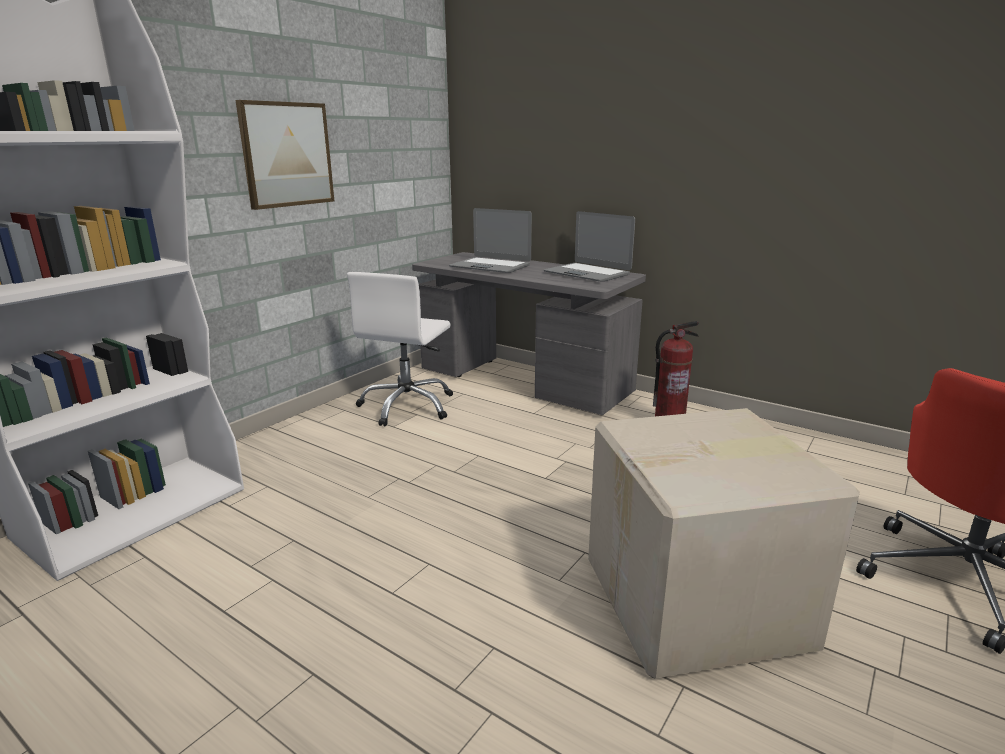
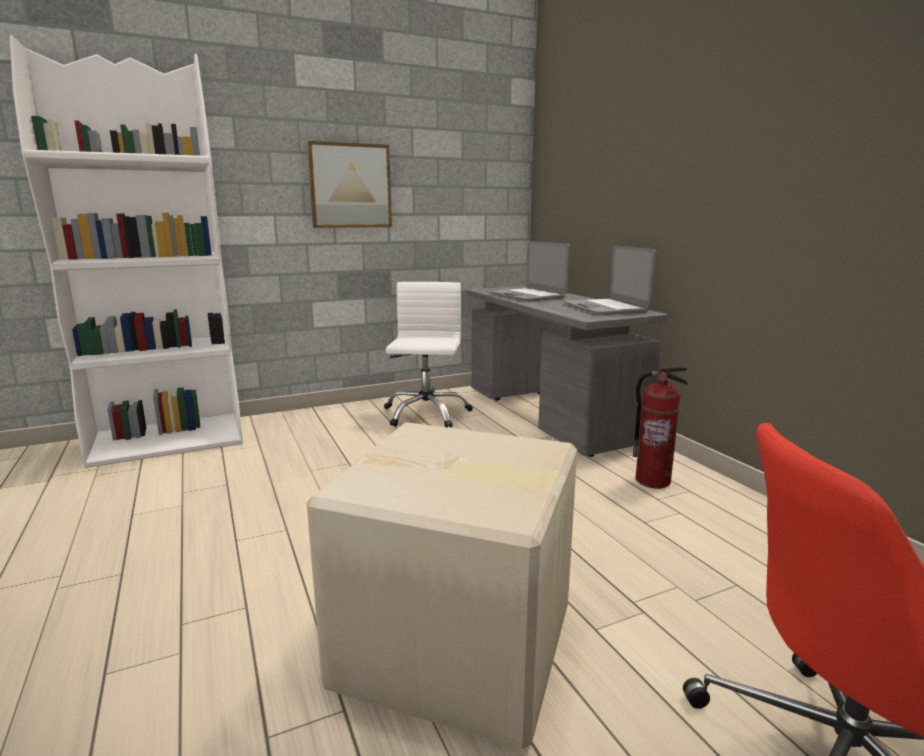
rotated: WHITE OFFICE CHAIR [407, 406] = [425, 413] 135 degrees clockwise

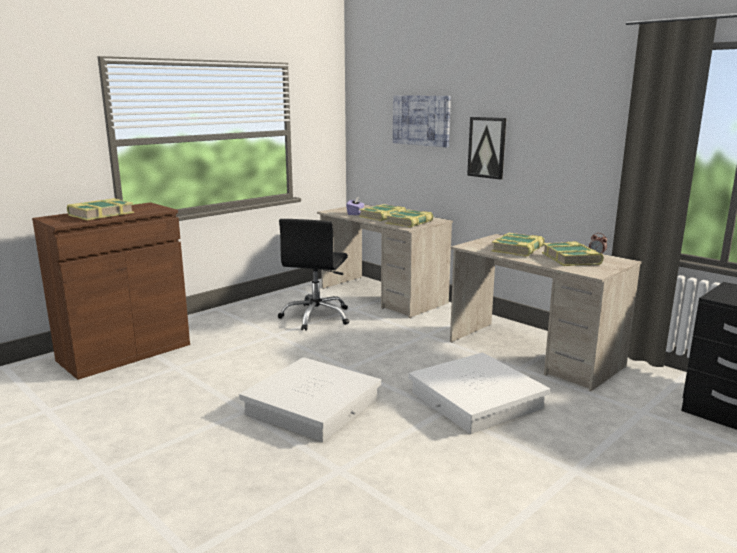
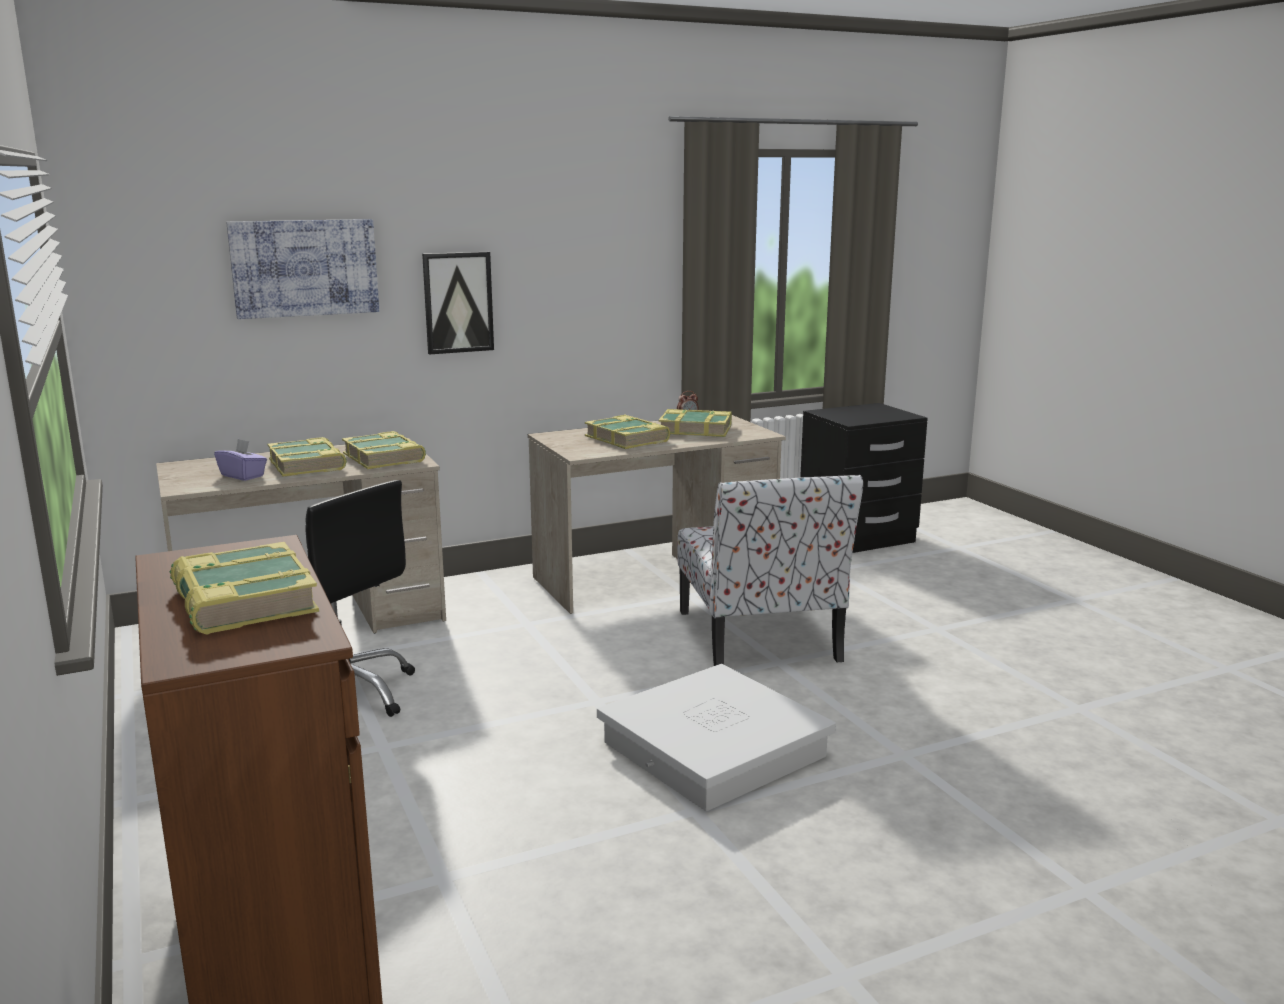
swapped: WHITE STORAGE BOX [475, 400] to CHAIR [759, 638]

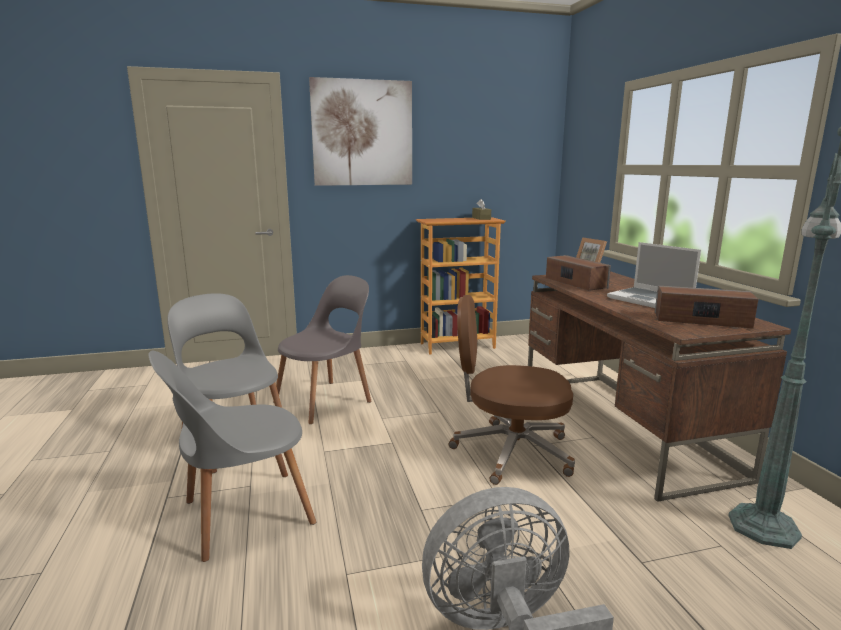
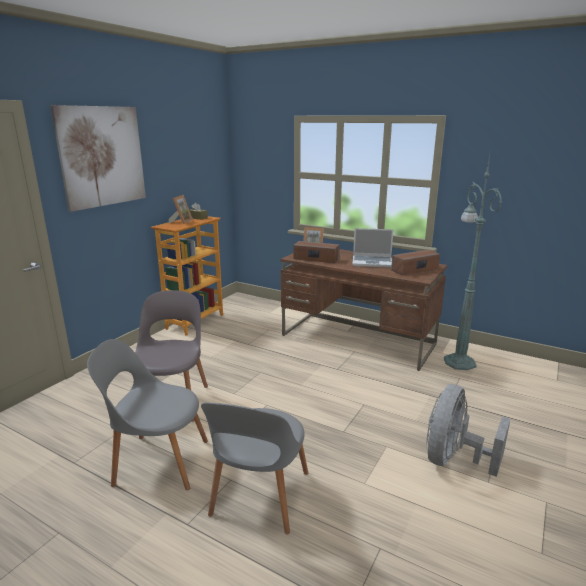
gone: BROWN OFFICE CHAIR [510, 452]
new: PICTURE FRAME [181, 222]

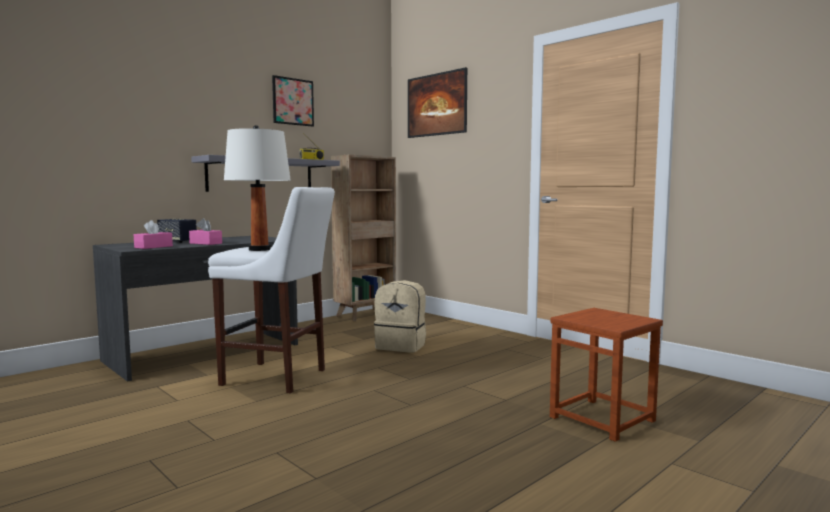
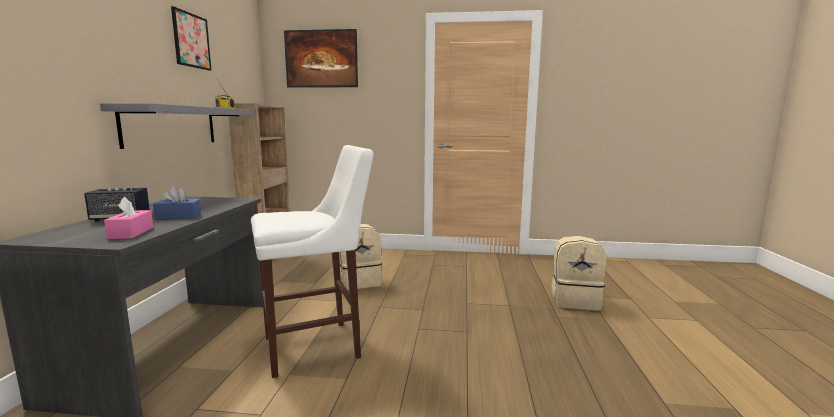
gone: WHITE TABLE LAMP [260, 249]
swapped: BROWN STOOL [602, 419] to BEIGE BACKPACK [575, 300]
repainted: PINK TISSUE BOX [205, 243] to BLUE TISSUE BOX [178, 216]

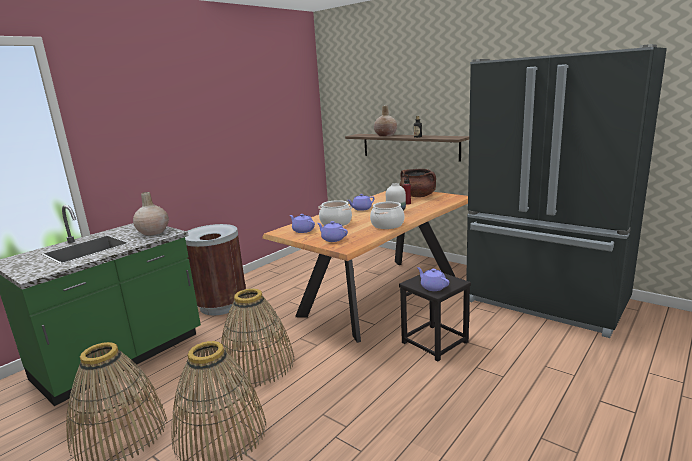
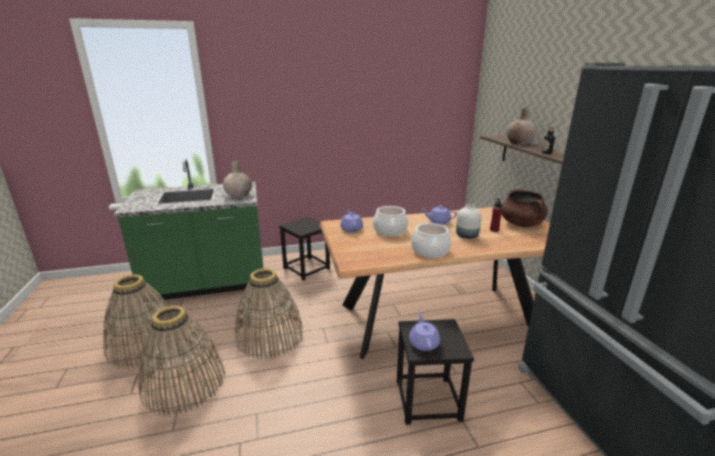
gone: PURPLE TEAPOT [333, 239]
swapped: BROWN TRASH CAN [221, 305] to BLACK STOOL [306, 268]

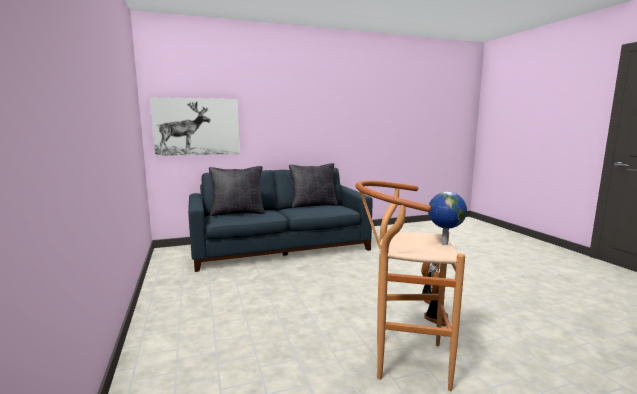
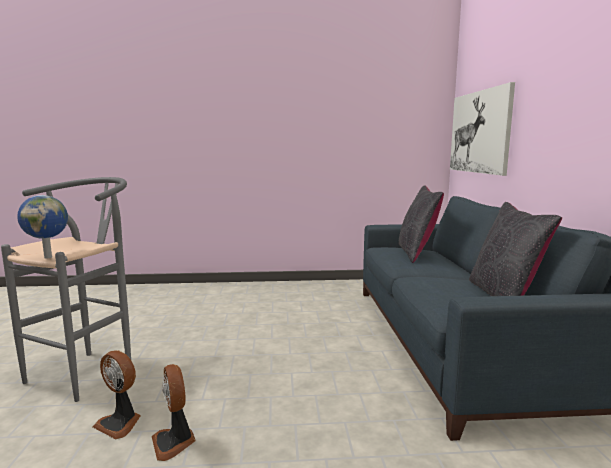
repainted: BROWN STOOL [402, 361] to GREY STOOL [89, 370]

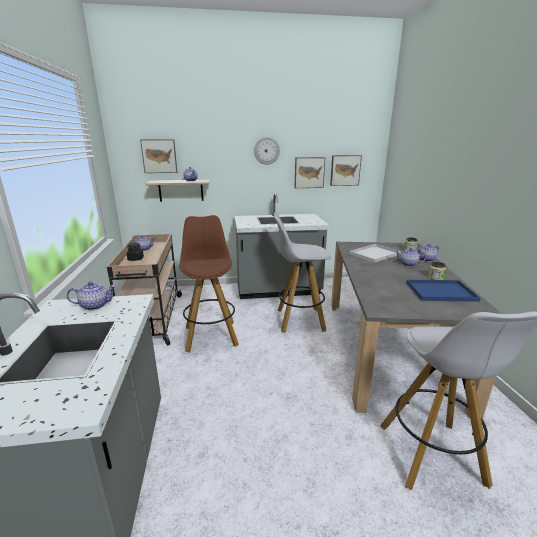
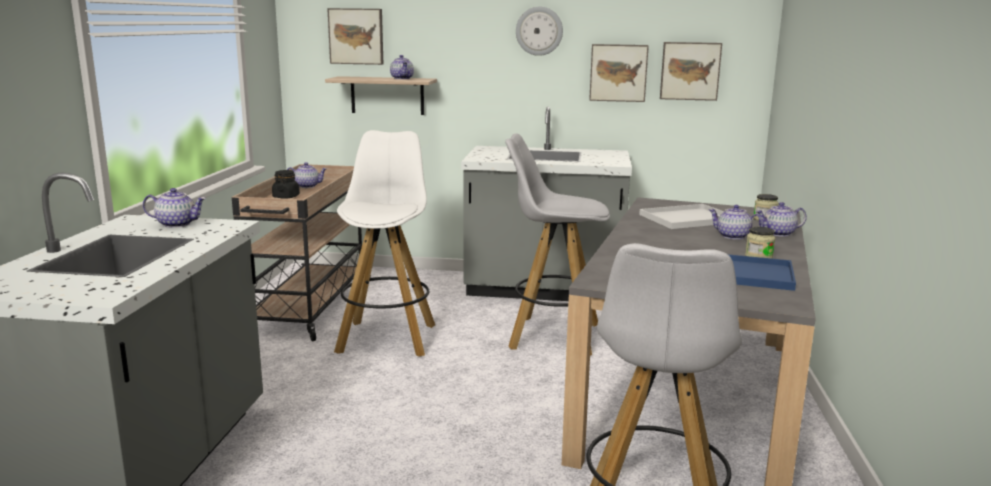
repainted: BROWN STOOL [211, 335] to WHITE STOOL [387, 338]

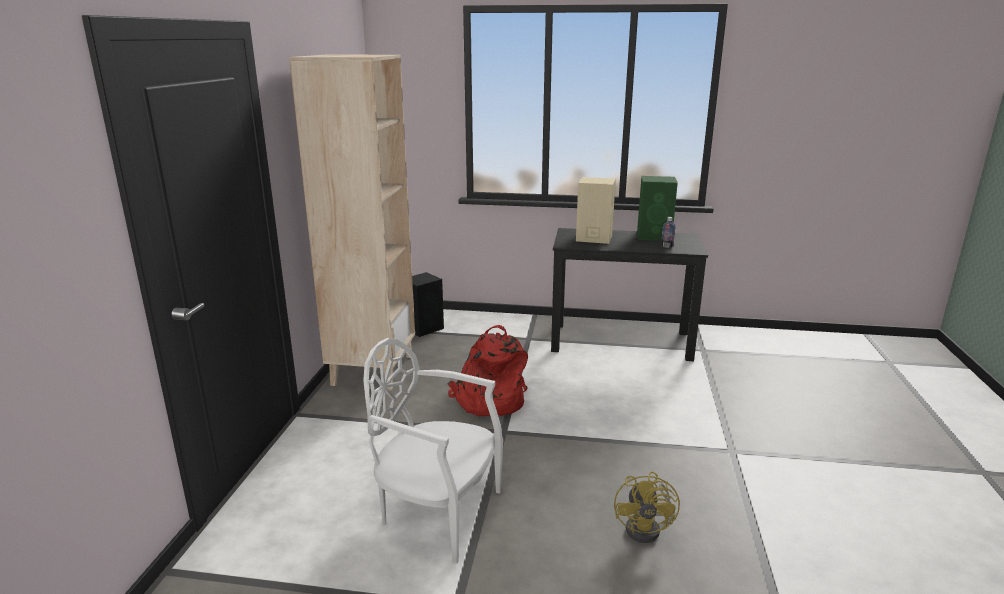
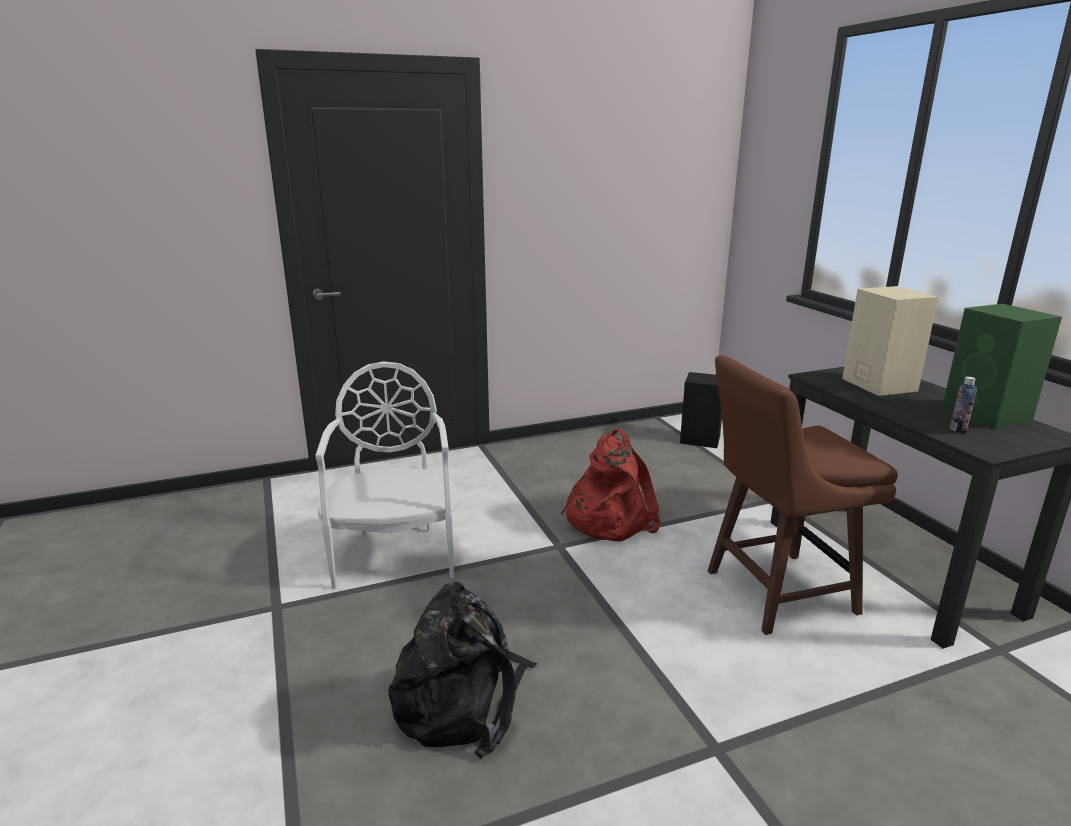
gone: BEIGE BOOKCASE [372, 369]
new: BROWN STOOL [776, 592]
swapped: YELLOW FAN [648, 528] to BLACK BACKPACK [463, 701]

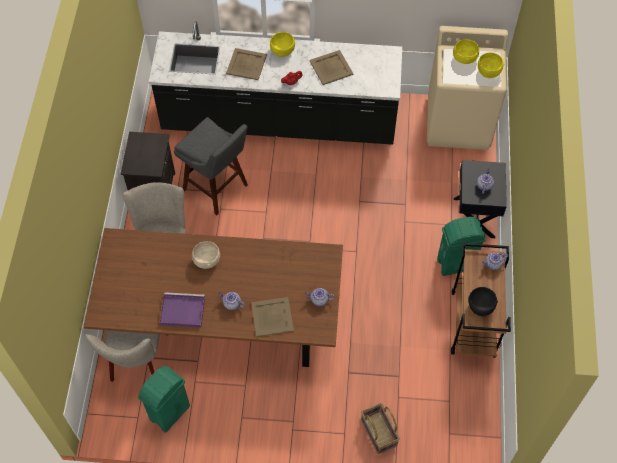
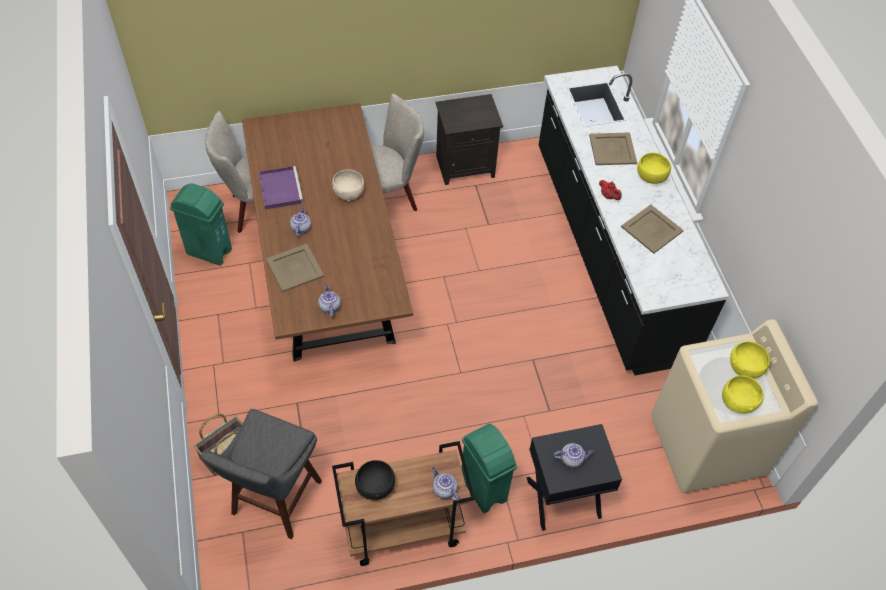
shifted: GREY STOOL [217, 189] to [274, 501]

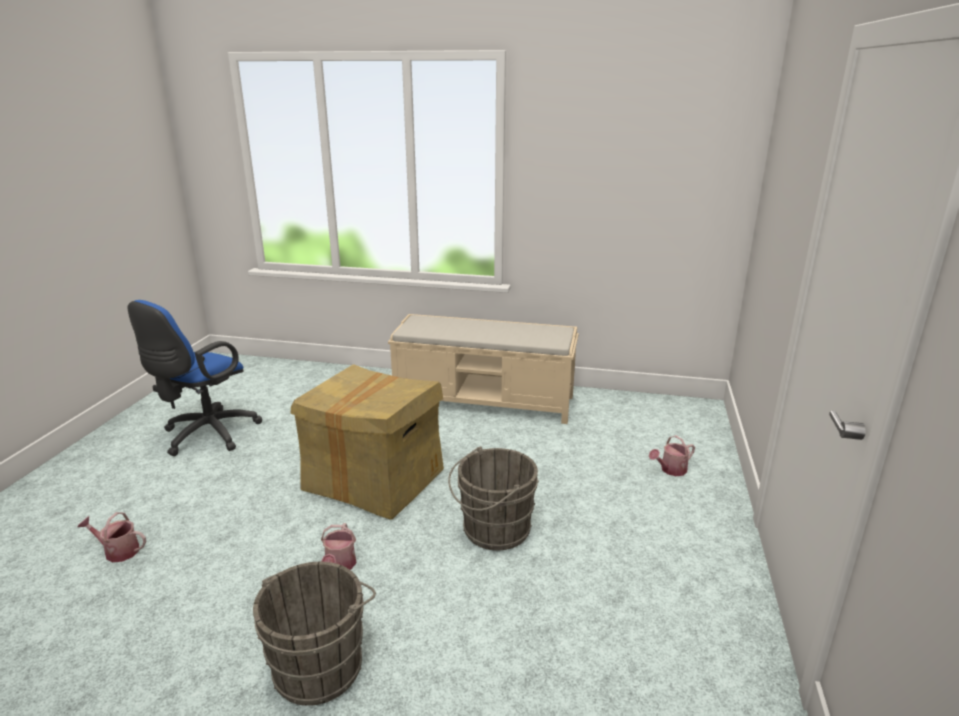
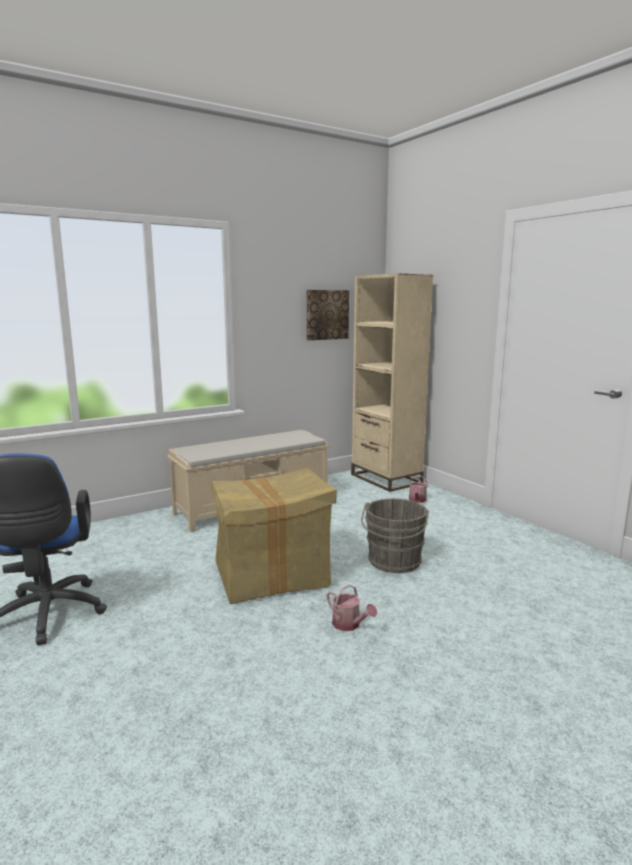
gone: WATERING CAN [118, 551]; GREY BUCKET [321, 664]
new: PICTURE [326, 314]; BEIGE BOOKCASE [386, 479]

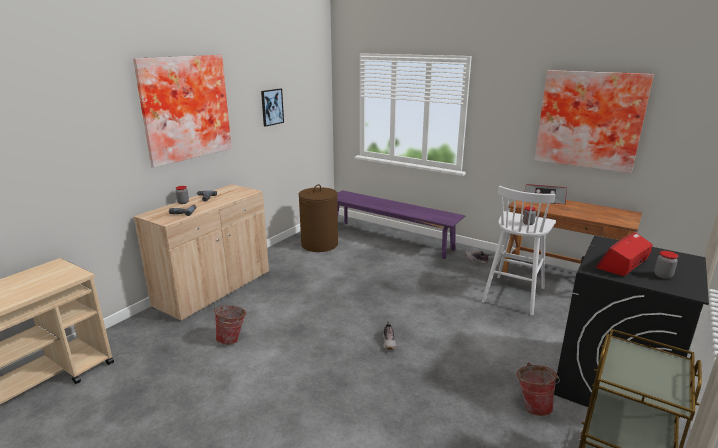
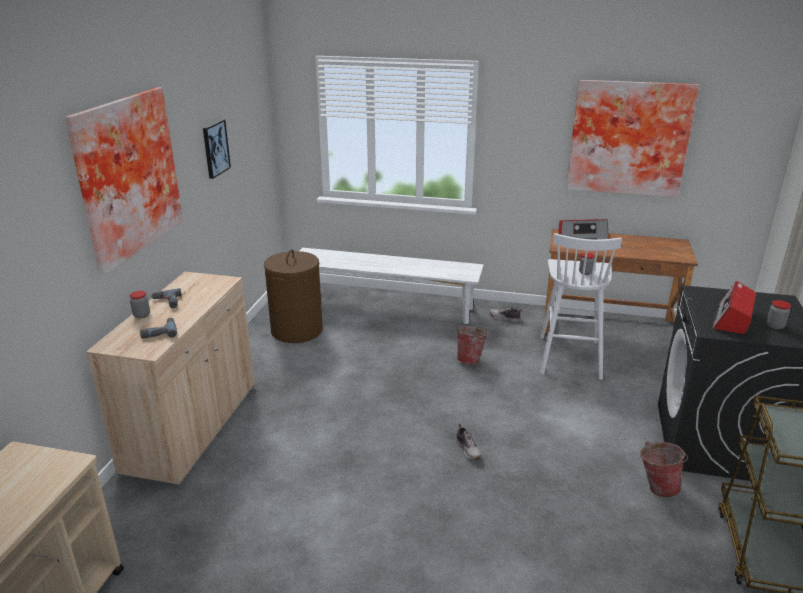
shifted: BUCKET [233, 339] to [471, 360]
repainted: PURPLE BENCH [390, 239] to WHITE BENCH [386, 306]

